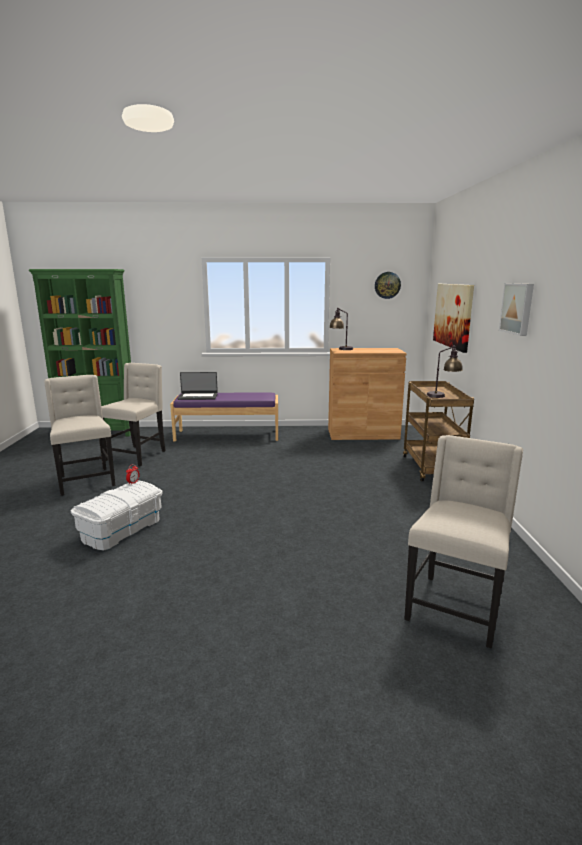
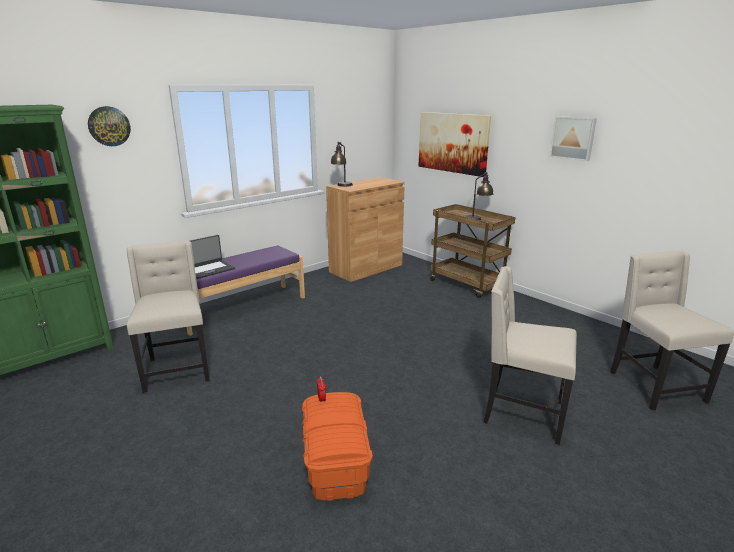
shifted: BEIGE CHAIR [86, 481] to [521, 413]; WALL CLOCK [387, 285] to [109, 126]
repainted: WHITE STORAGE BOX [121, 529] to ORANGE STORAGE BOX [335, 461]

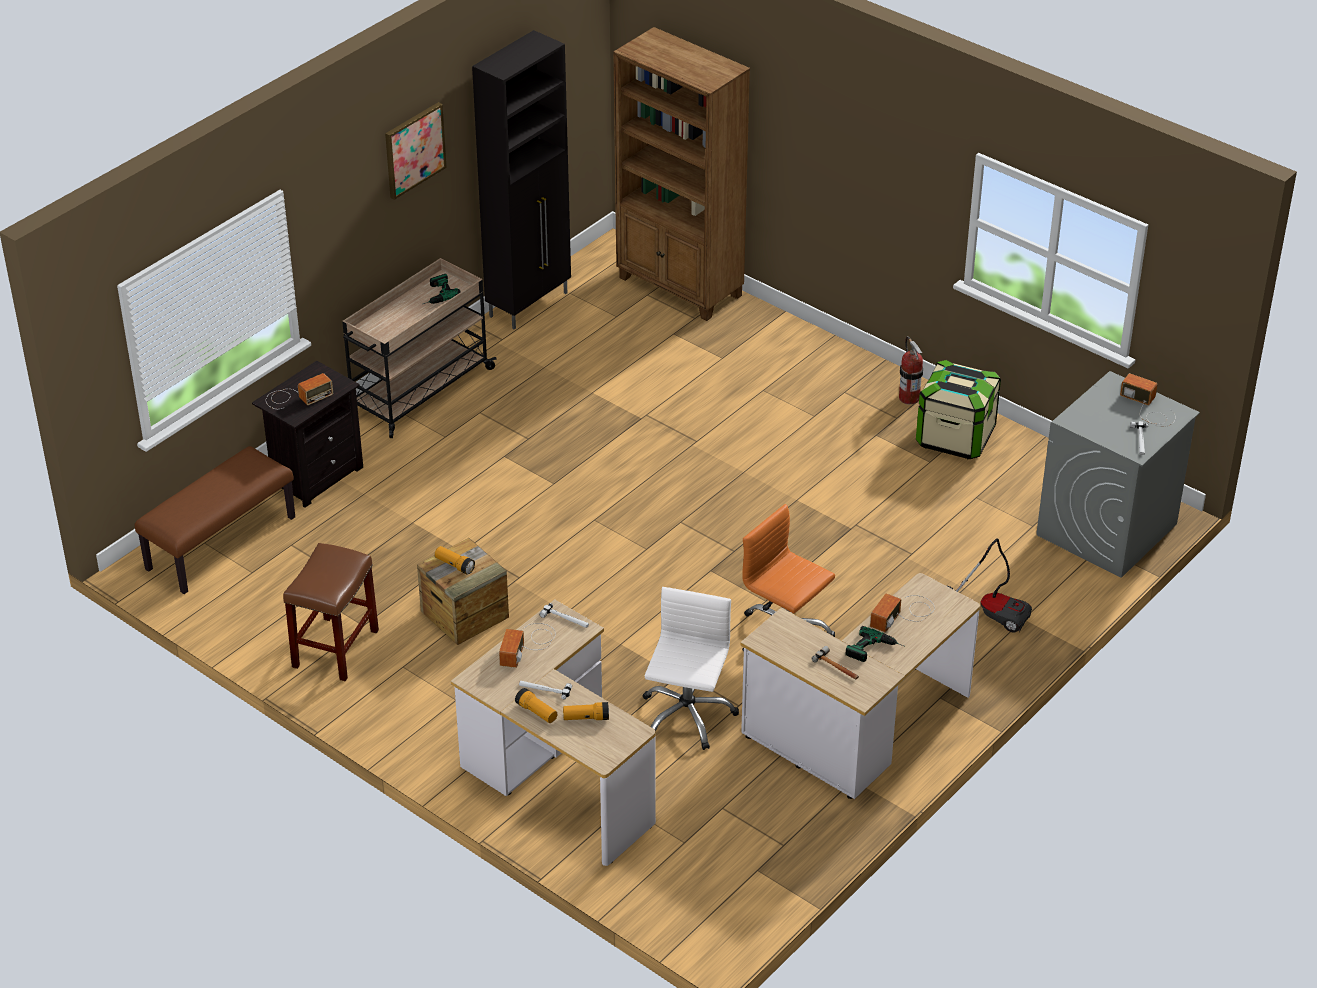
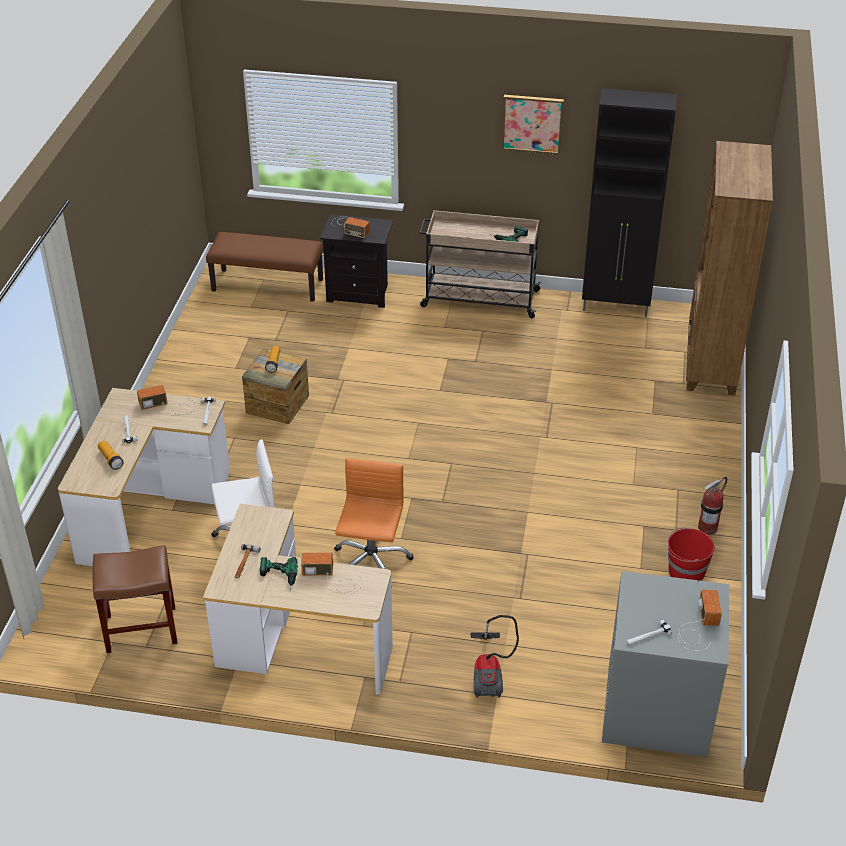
gone: FLASHLIGHT [536, 712]
shifted: BROWN STOOL [335, 649] to [140, 629]
swapped: STORAGE BOX [955, 437] to RED BUCKET [685, 572]

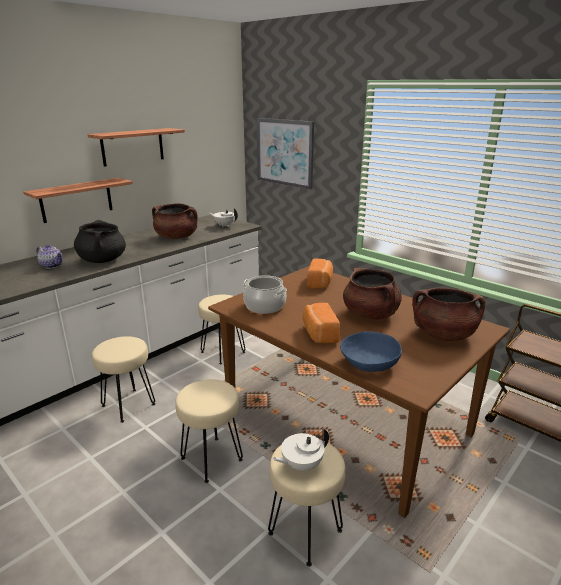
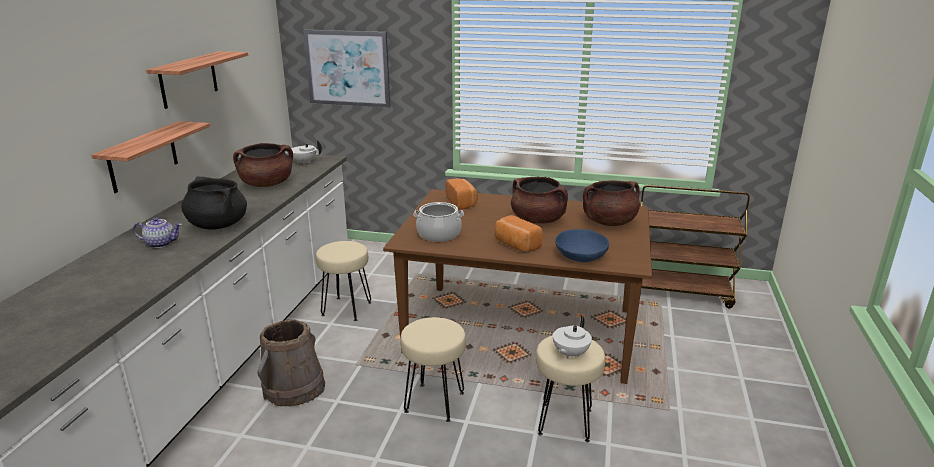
swapped: BEIGE STOOL [128, 404] to BROWN BUCKET [294, 388]

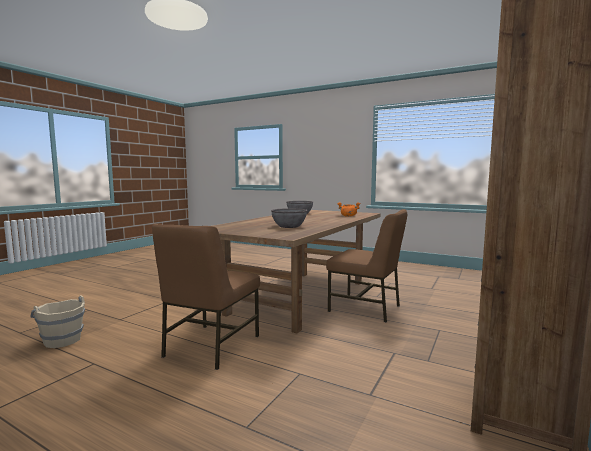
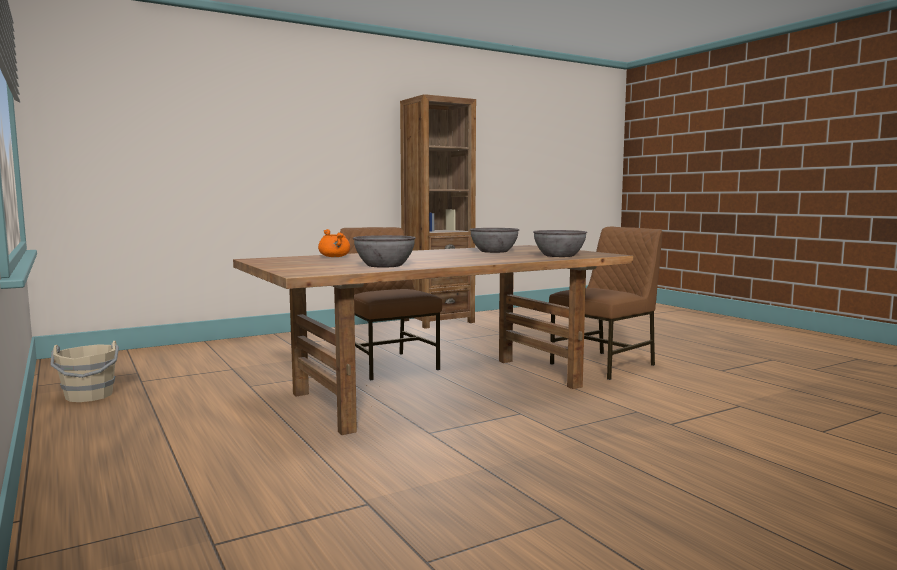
new: GREY BOWL [559, 255]
shifted: BEIGE BUCKET [62, 340] to [89, 396]

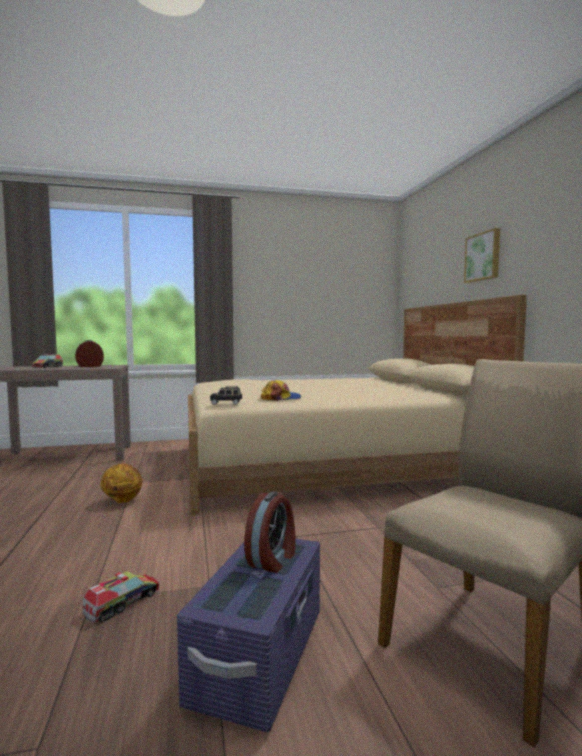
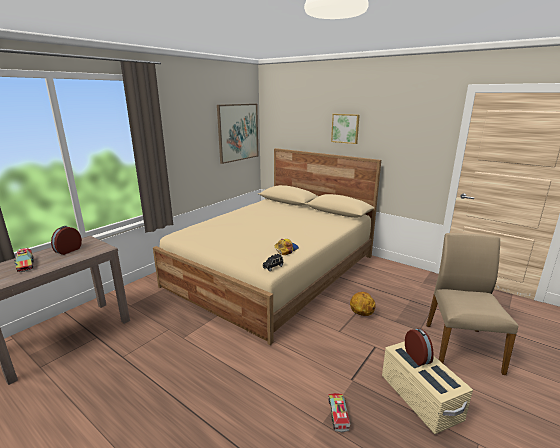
new: PICTURE [238, 132]
shifted: BASKETBALL [122, 501] to [361, 314]
repainted: PURPLE STORAGE BOX [260, 656] to BEIGE STORAGE BOX [420, 398]

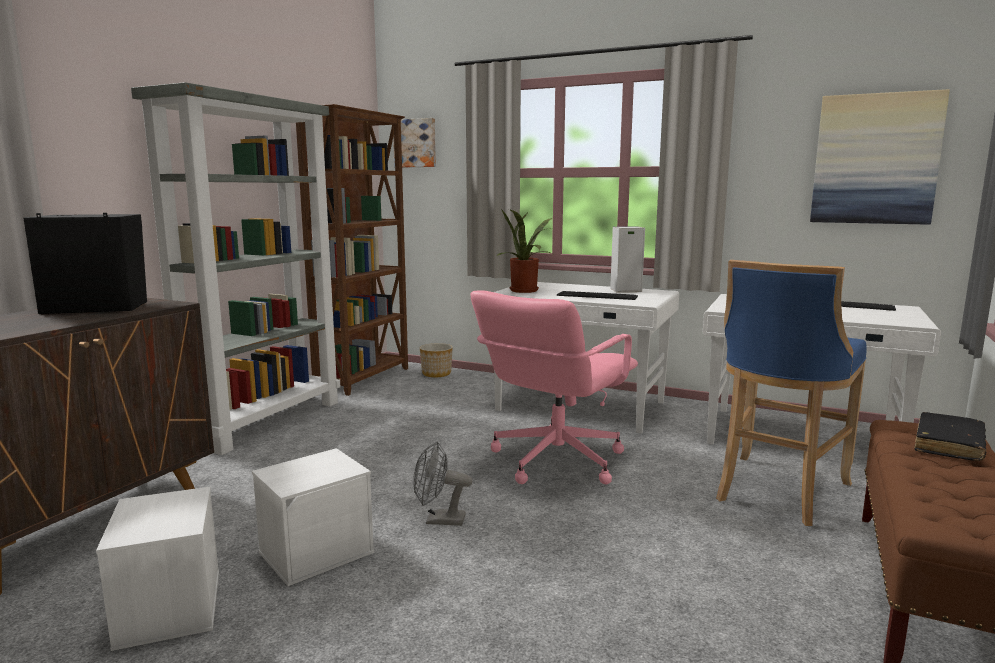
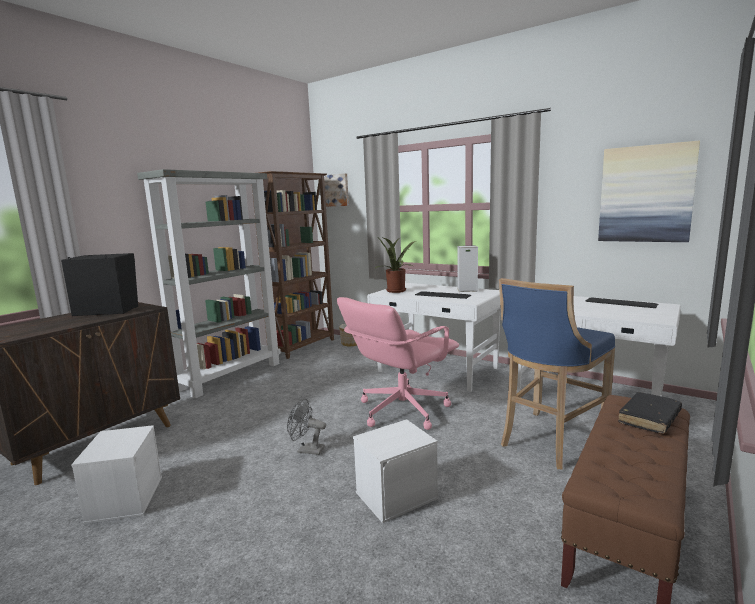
shifted: WHITE STORAGE BOX [317, 551] to [396, 494]

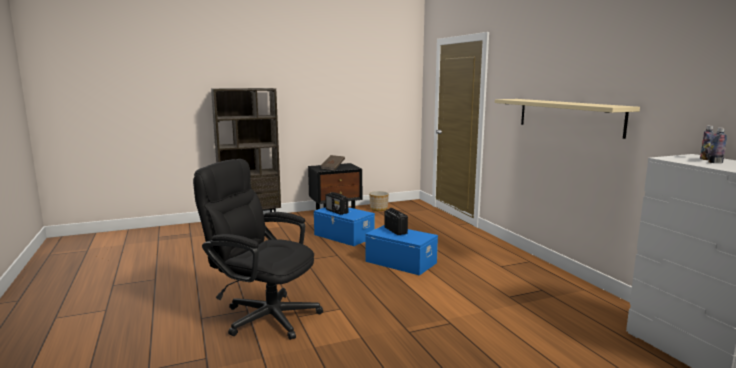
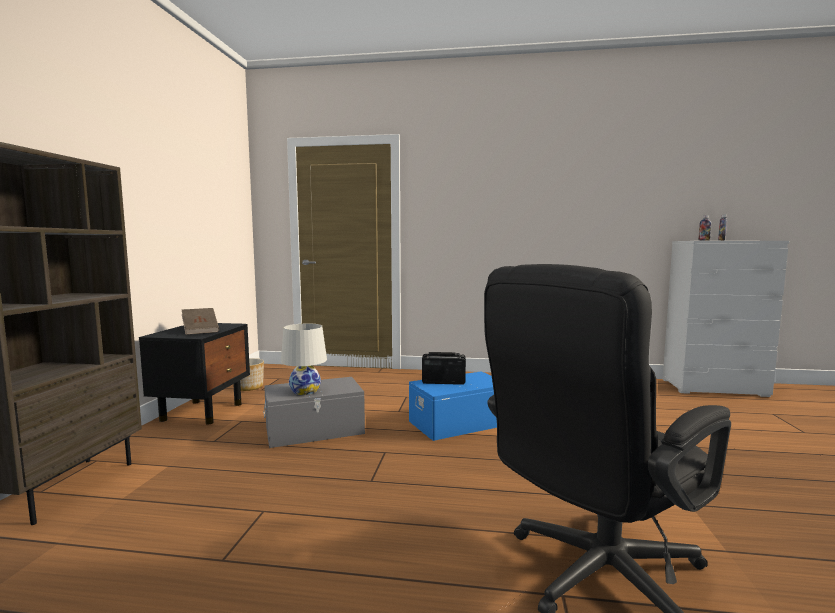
gone: BEIGE SHELF [568, 116]
swapped: RADIO [337, 211] to WHITE TABLE LAMP [305, 391]
repainted: BLUE STORAGE BOX [343, 236] to GREY STORAGE BOX [315, 430]

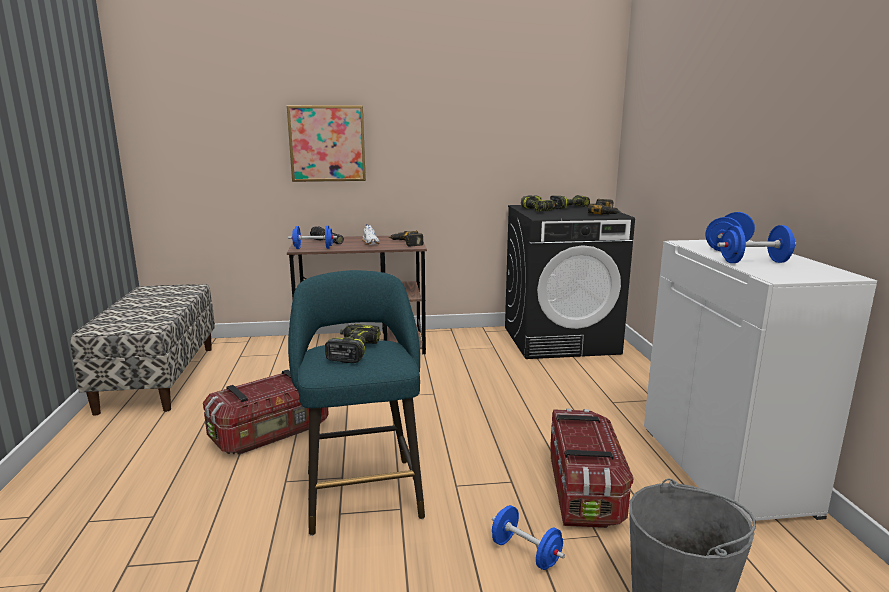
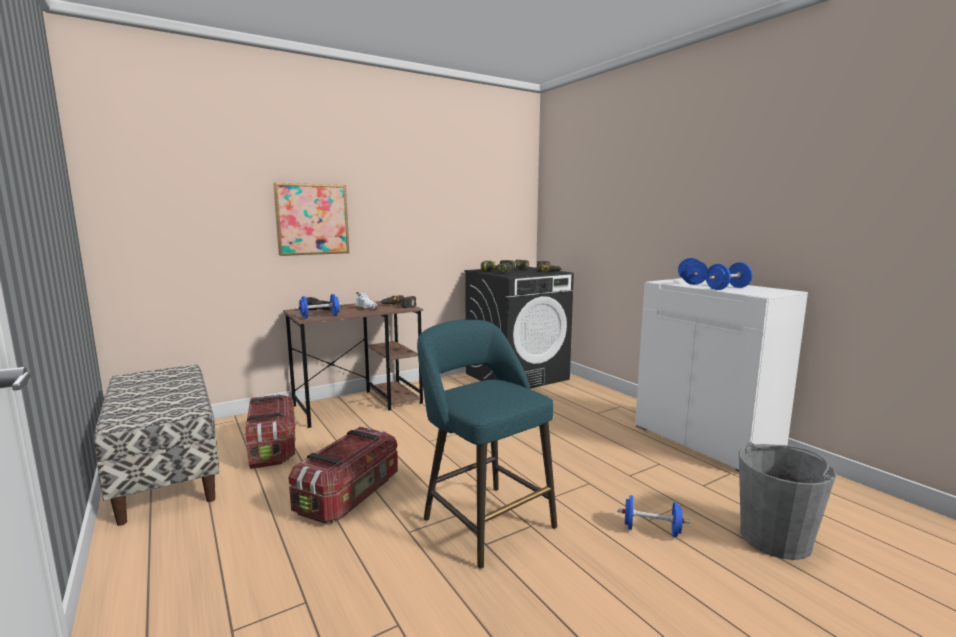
gone: POWER DRILL [352, 351]
shifted: STORAGE BOX [584, 489] to [272, 447]

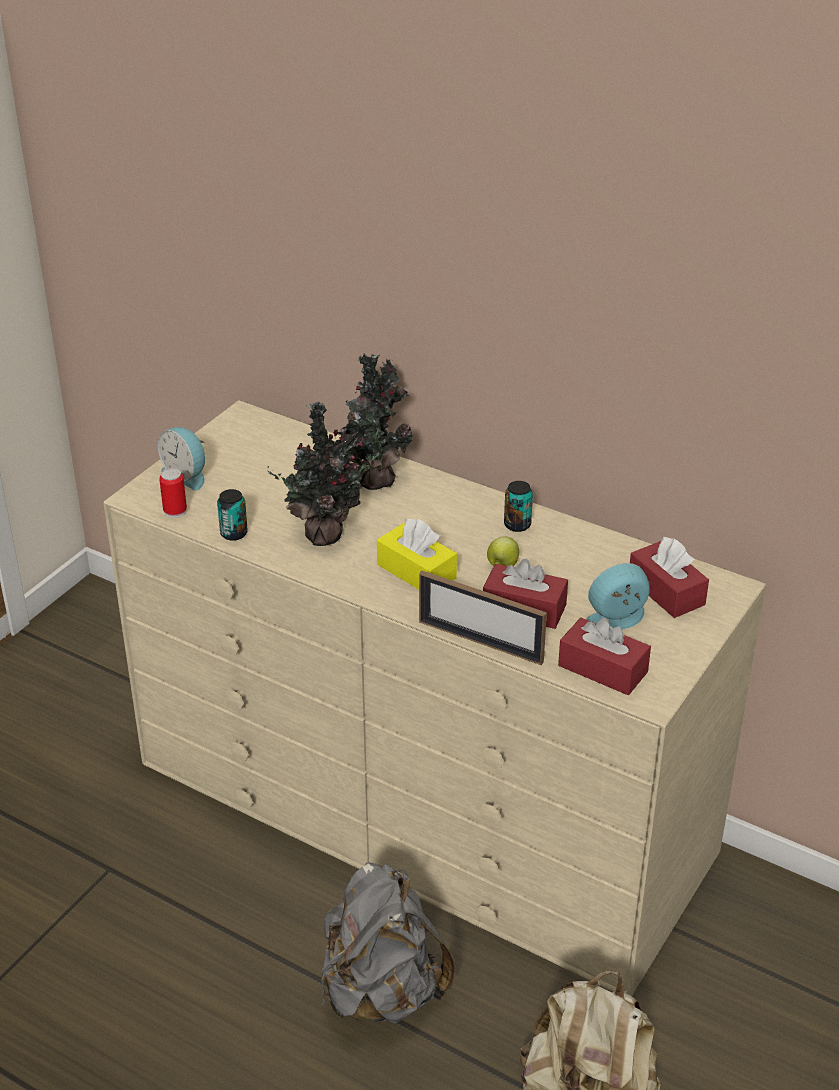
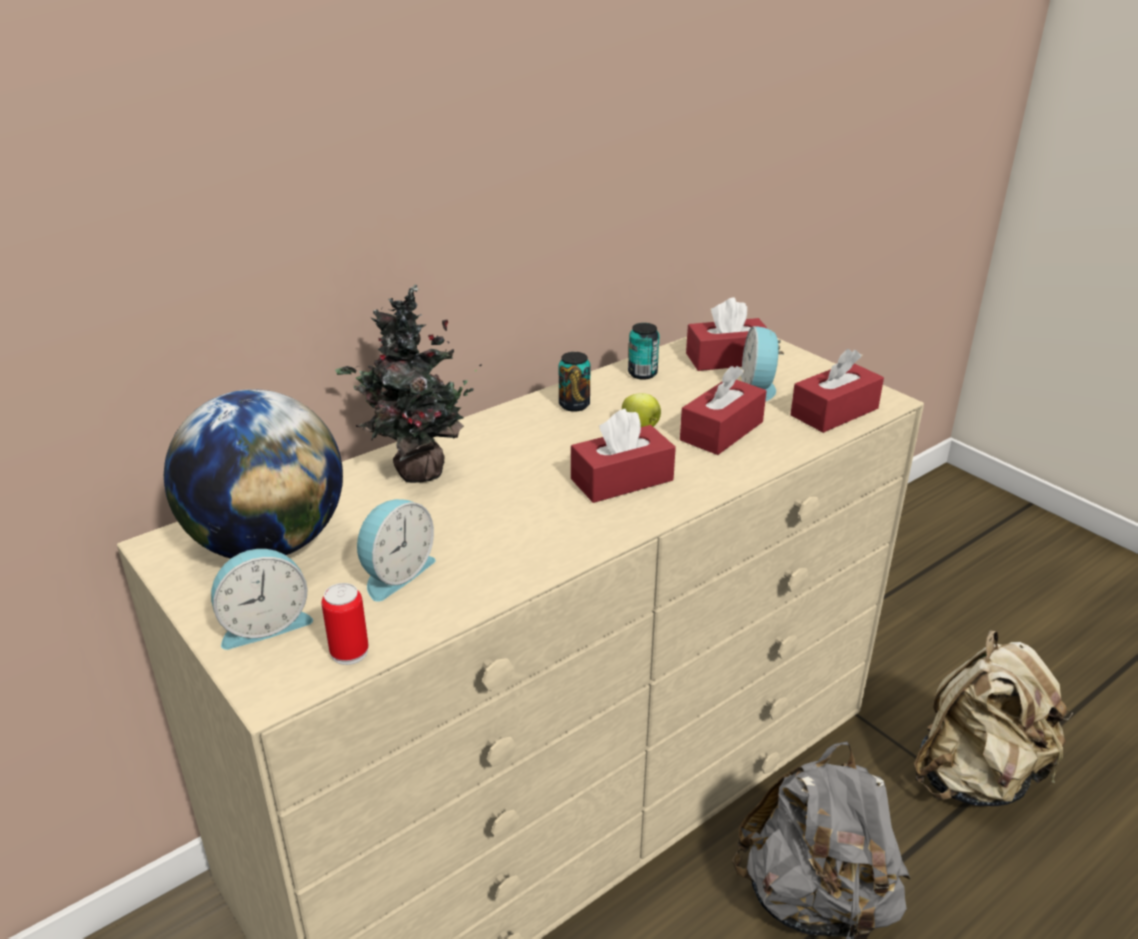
gone: POTTED PLANT [326, 534]; PICTURE FRAME [480, 642]
new: GLOBE [268, 544]; ALARM CLOCK [395, 573]
shifted: CAN [234, 533] to [642, 373]
repainted: YELLOW TISSUE BOX [416, 571] to RED TISSUE BOX [622, 480]

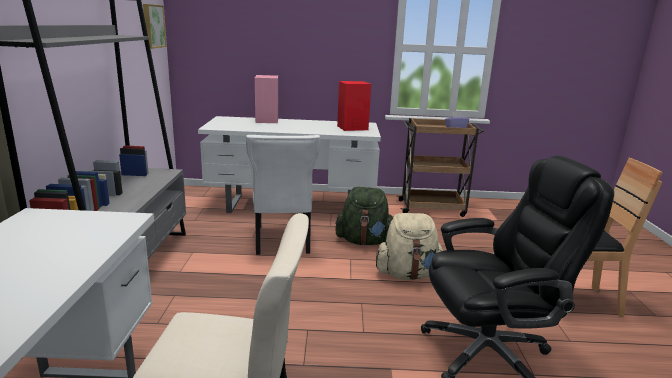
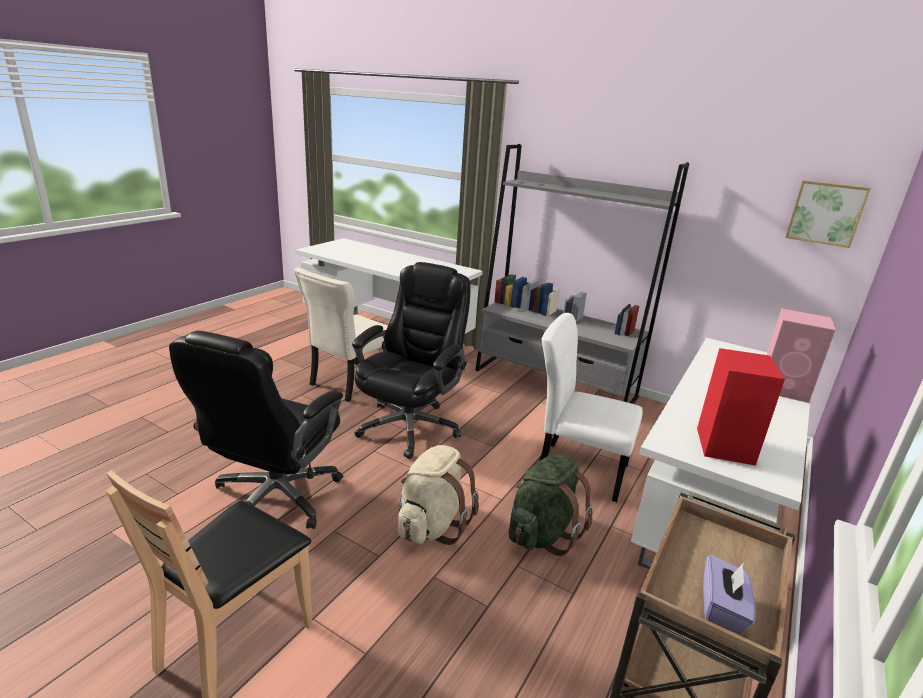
new: BLACK OFFICE CHAIR [410, 426]

